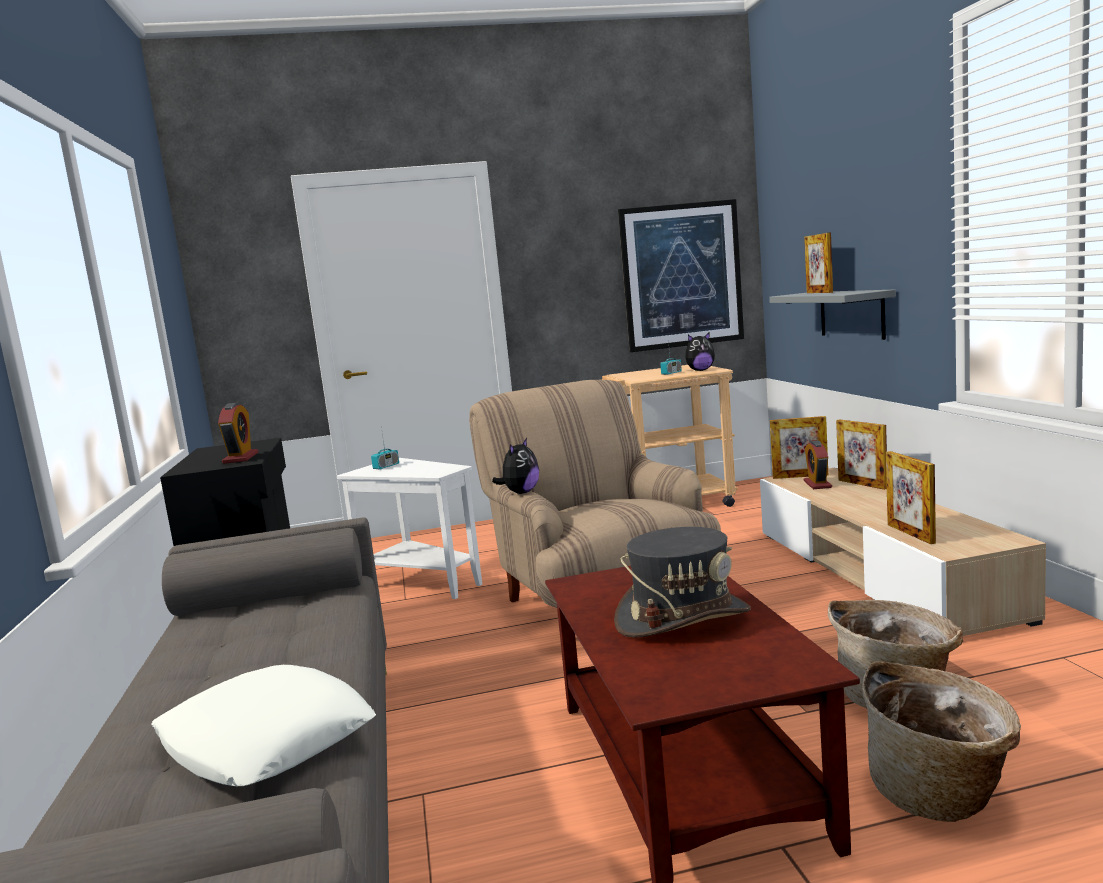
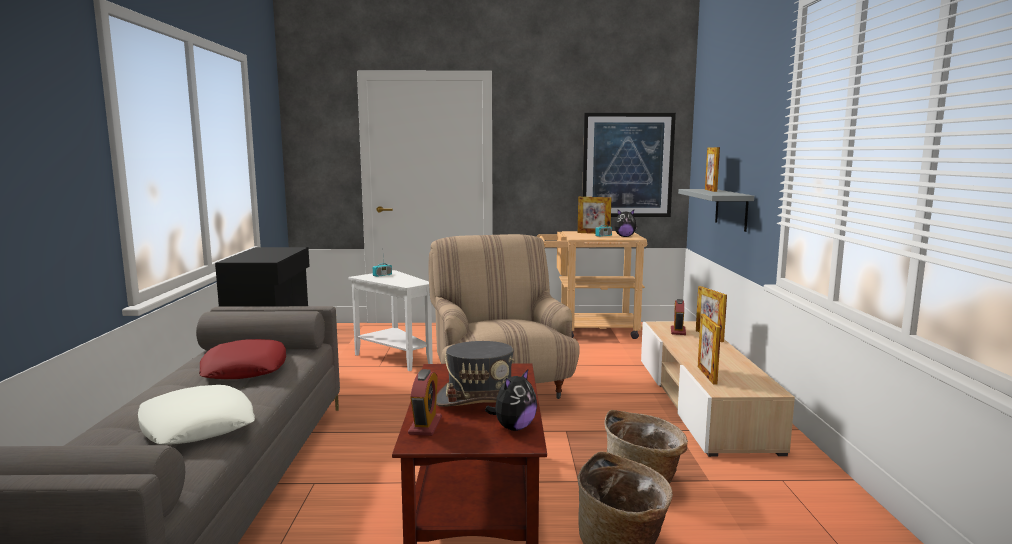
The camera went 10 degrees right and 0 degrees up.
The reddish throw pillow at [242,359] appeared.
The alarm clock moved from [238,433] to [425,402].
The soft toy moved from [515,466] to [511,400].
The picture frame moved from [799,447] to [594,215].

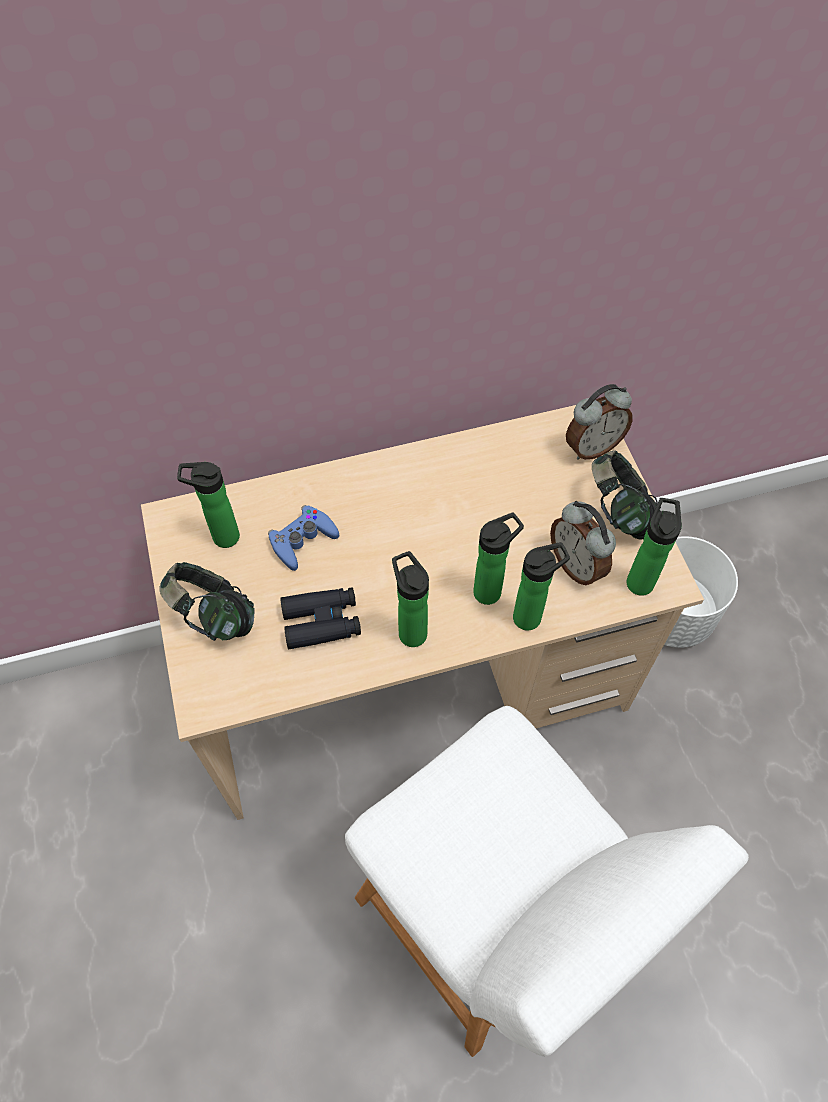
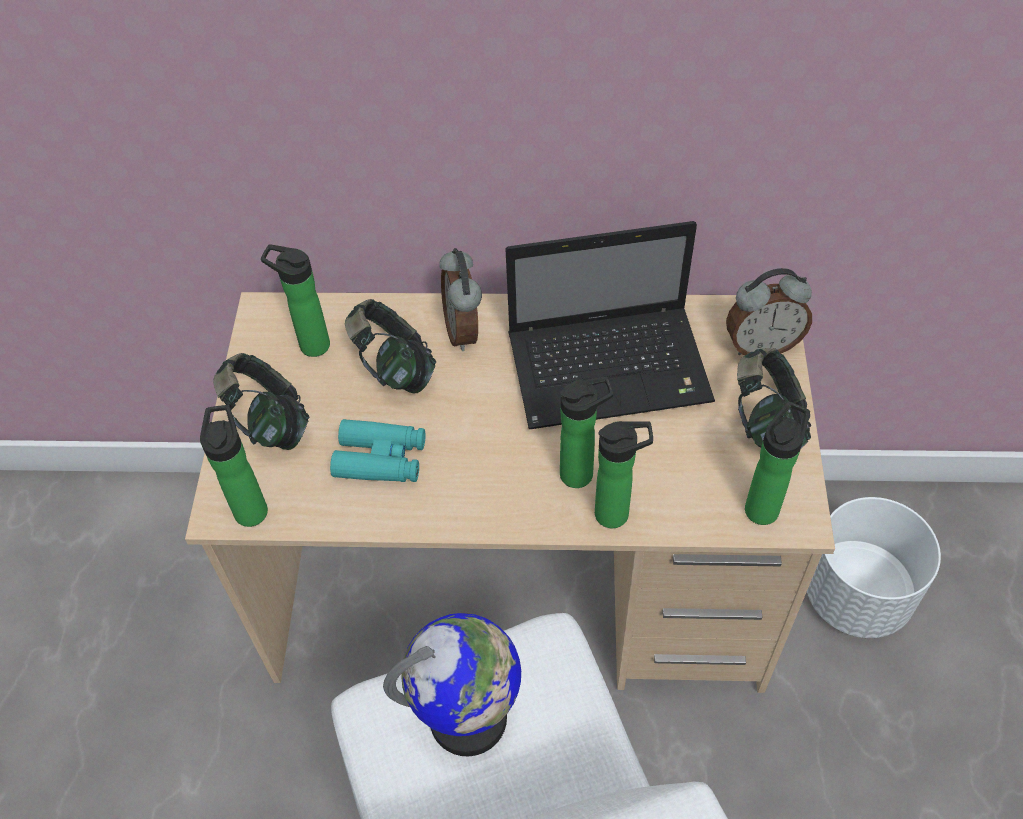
The camera went 20 degrees right and 5 degrees down.
The desk globe at [452,684] appeared.
The portable computer at [610,325] appeared.
The bottle moved from [410,599] to [234,466].
The alarm clock moved from [583,543] to [460,299].
The blue gamepad at [303,538] was replaced by the pair of headphones at [390,346].
The black-coloured field glasses at [320,618] became the turquoise field glasses at [377,450].

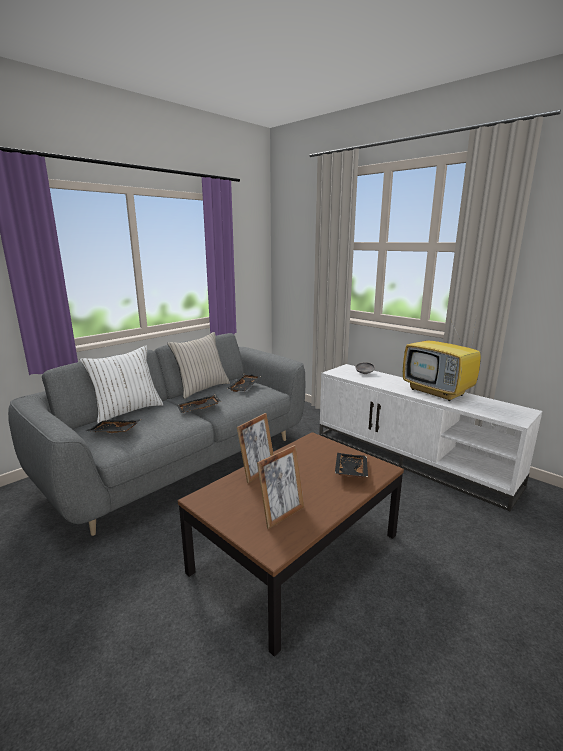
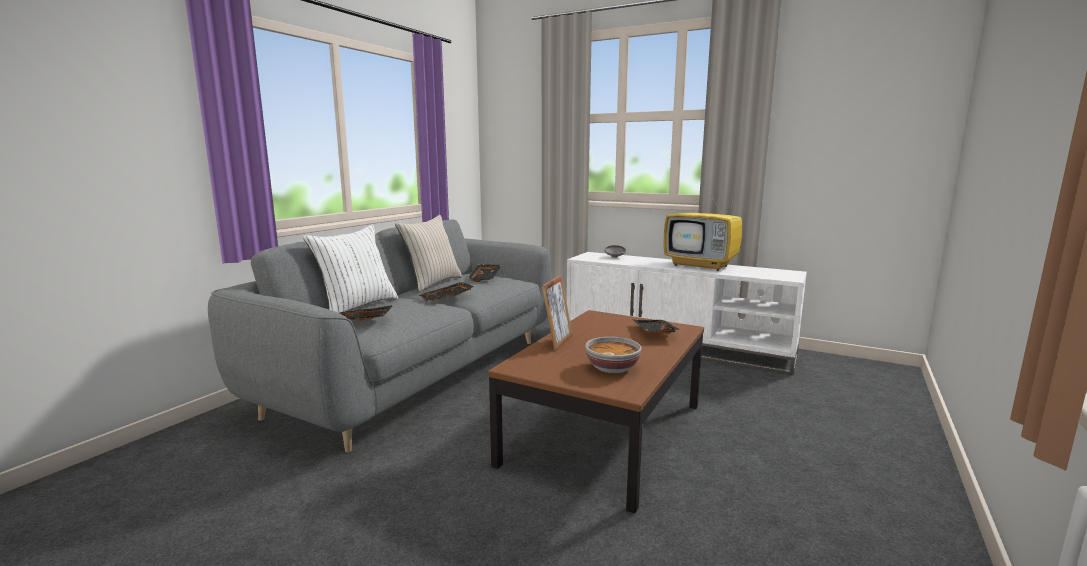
The camera went 15 degrees left and 5 degrees down.
The picture frame at [280,487] was replaced by the bowl at [613,355].

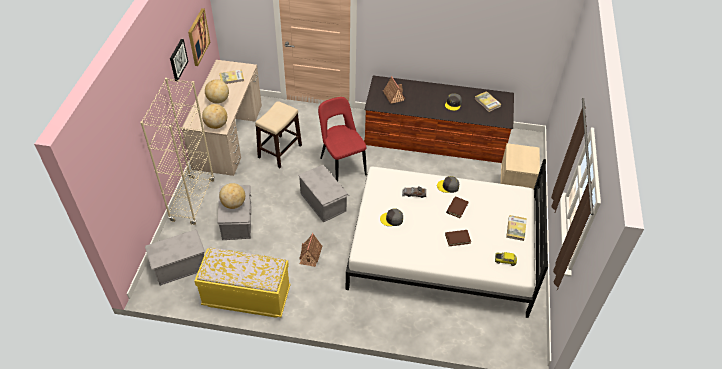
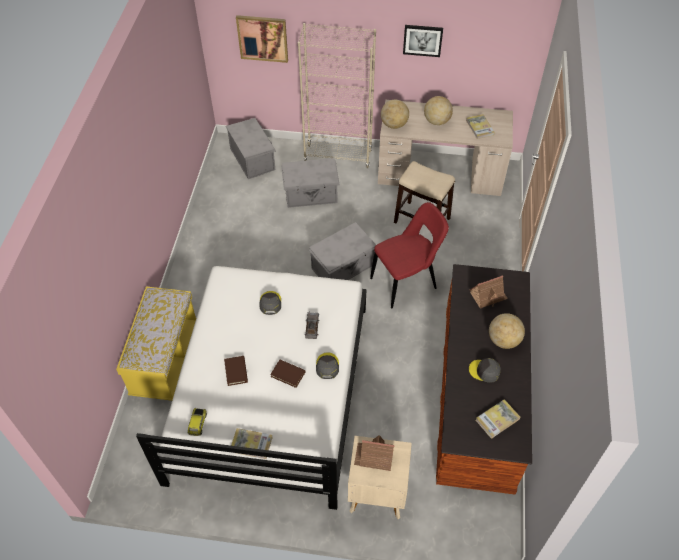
The camera went 90 degrees right and 5 degrees up.
The picture moved from [199,37] to [262,39].
The yellowish indoor bench moved from [242,283] to [156,343].
The desk globe moved from [232,196] to [507,331].
The toy house moved from [310,250] to [374,453].

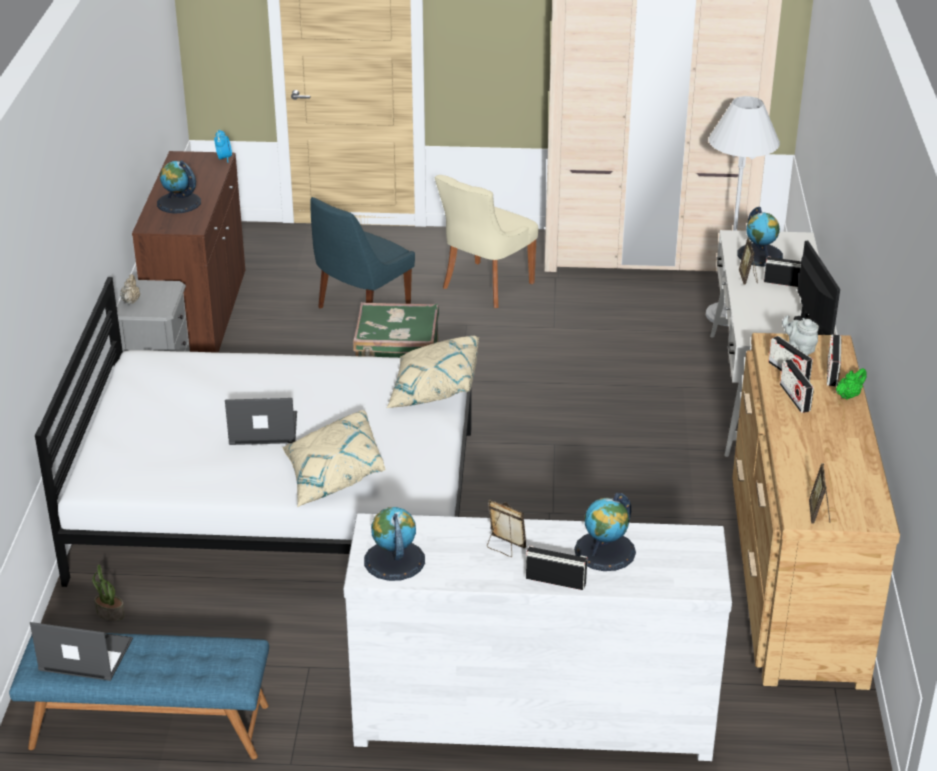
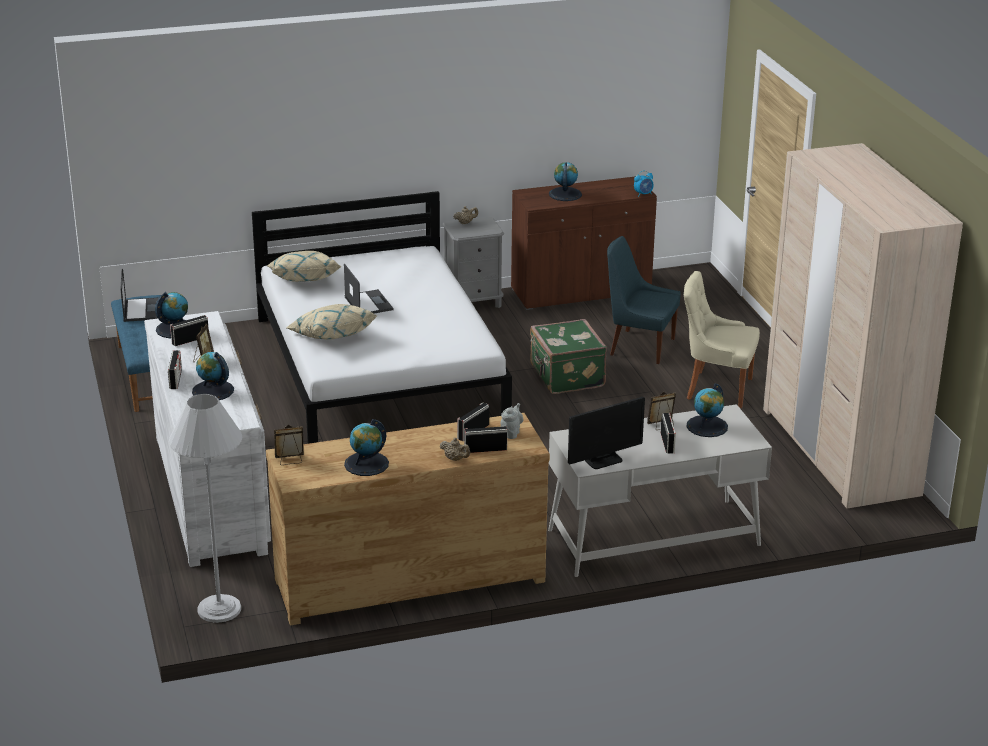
The camera went 70 degrees right and 5 degrees down.
The houseplant at [108,593] disappeared.
The desk globe at [366,447] appeared.
The beige-coloured throw pillow moved from [433,372] to [304,266].
The white-coloured standard lamp moved from [743,211] to [205,508].
The radio moved from [797,386] to [189,330].
The greenish pot for tea at [851,384] became the beige-coloured pot for tea at [455,449].

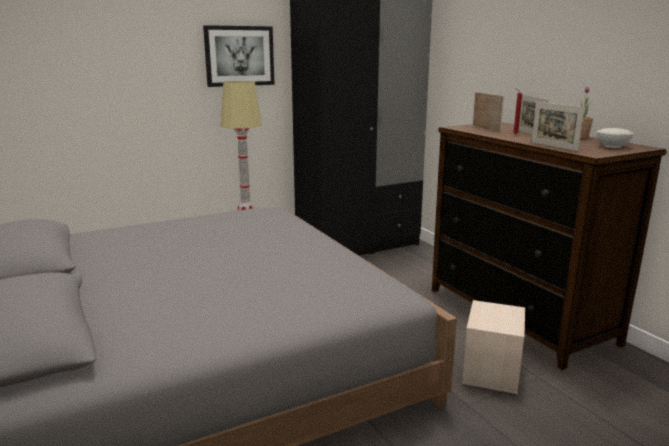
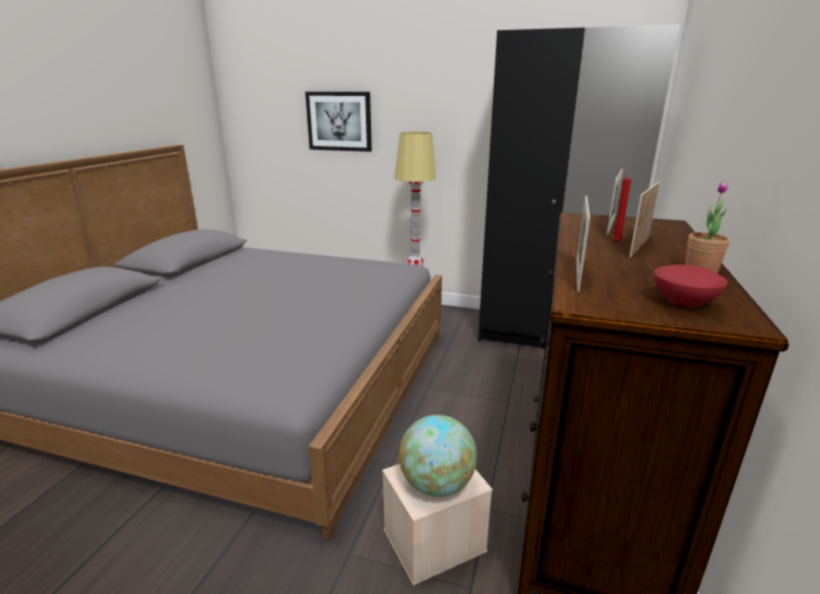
The camera went 45 degrees right and 5 degrees up.
The desk globe at [438,456] appeared.
The picture moved from [239,56] to [338,122].
The white-coloured bowl at [615,138] became the reddish bowl at [690,286].

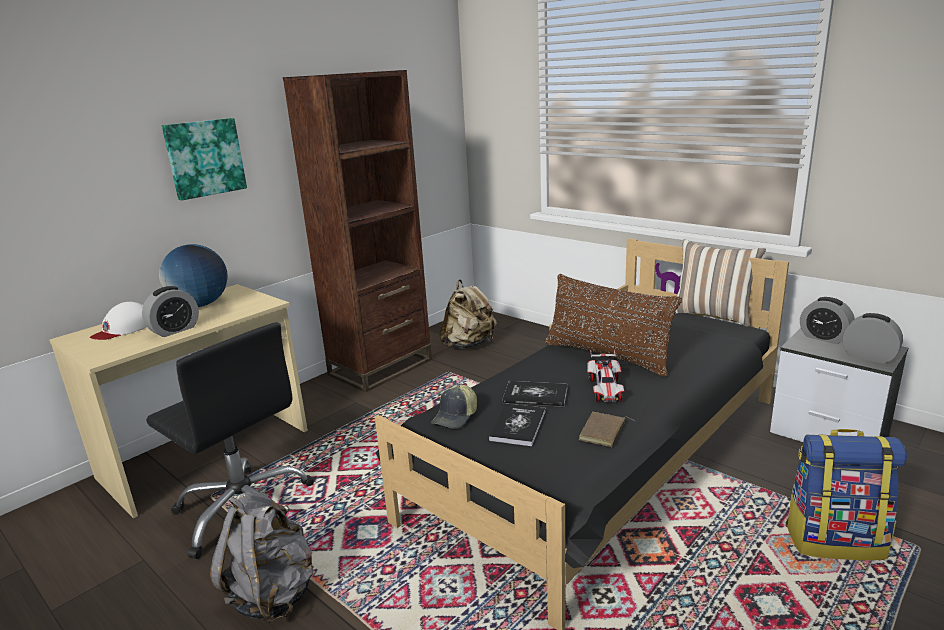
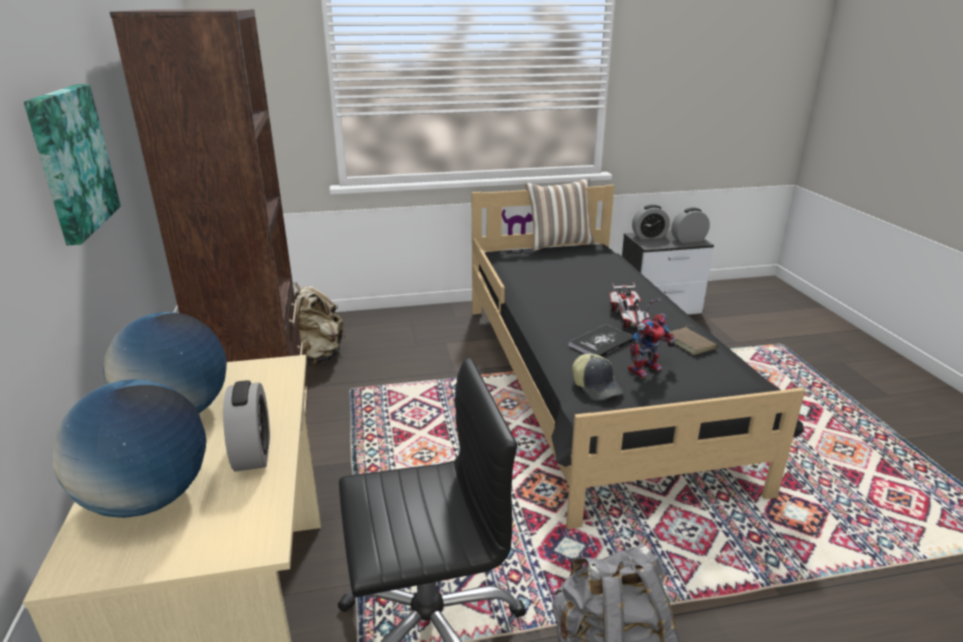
The camera went 55 degrees left and 5 degrees up.
The brownish throw pillow at [613,325] disappeared.
The rucksack at [846,494] disappeared.
The white-coloured cap at [118,321] was replaced by the desk globe at [129,448].
The bound book at [517,425] was replaced by the robot figure at [652,339].
The model car at [605,376] turned 45 degrees clockwise.

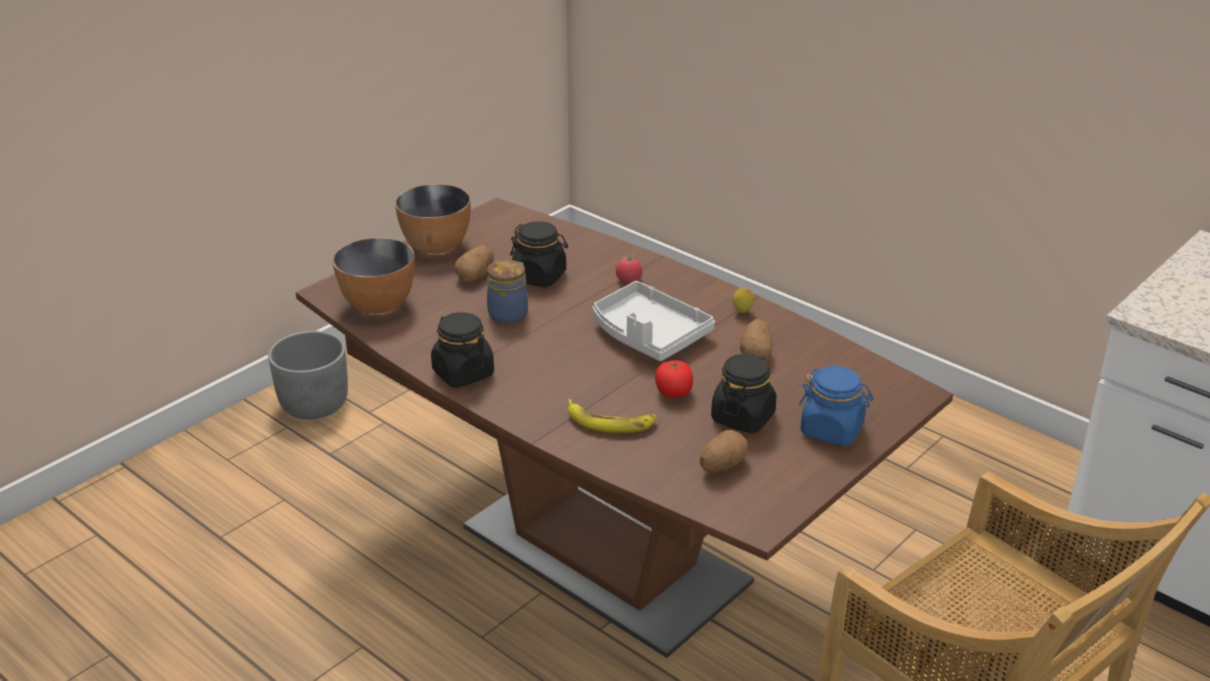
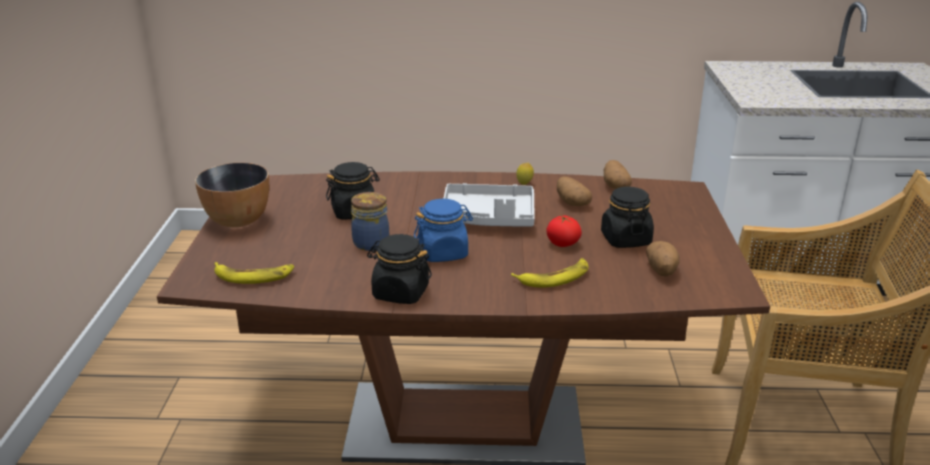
The camera went 40 degrees left and 5 degrees down.
The gray plant pot at [308,375] disappeared.
The fresh tomato at [629,268] disappeared.
The whole potato moved from [474,263] to [618,174].
The blue storage jar moved from [836,406] to [443,230].
The bowl at [373,276] was replaced by the banana at [254,273].

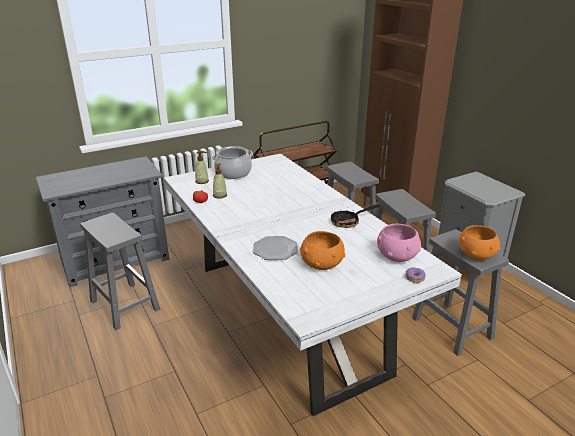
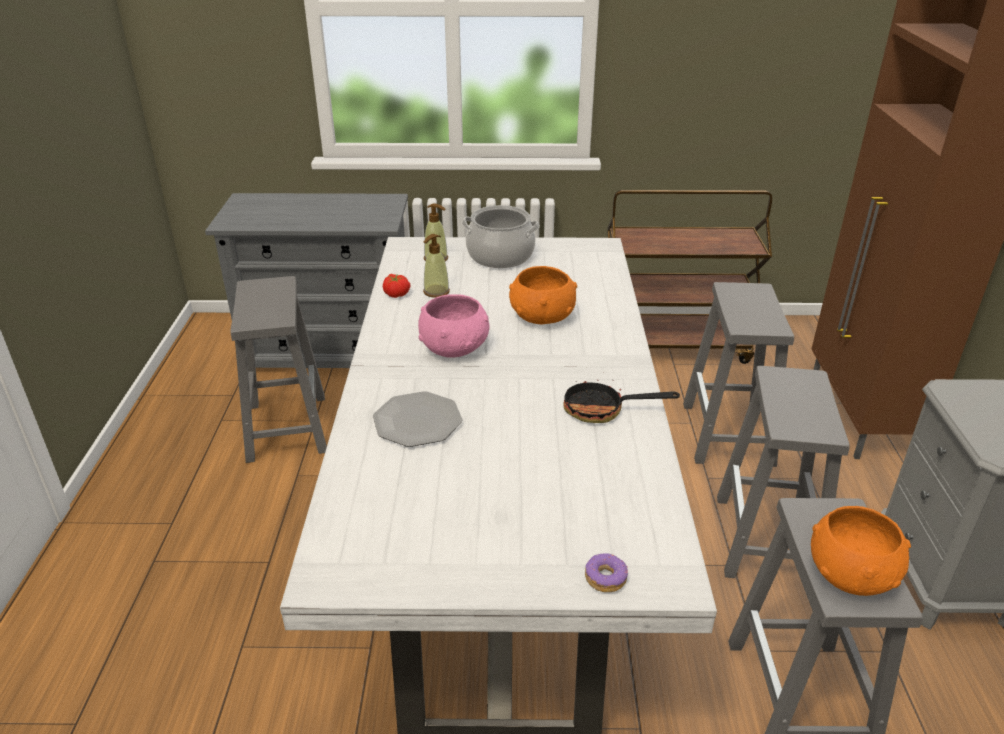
The camera went 30 degrees right and 5 degrees up.
The orange-coloured bowl moved from [323,250] to [543,295].
The pink-coloured bowl moved from [399,243] to [454,326].

